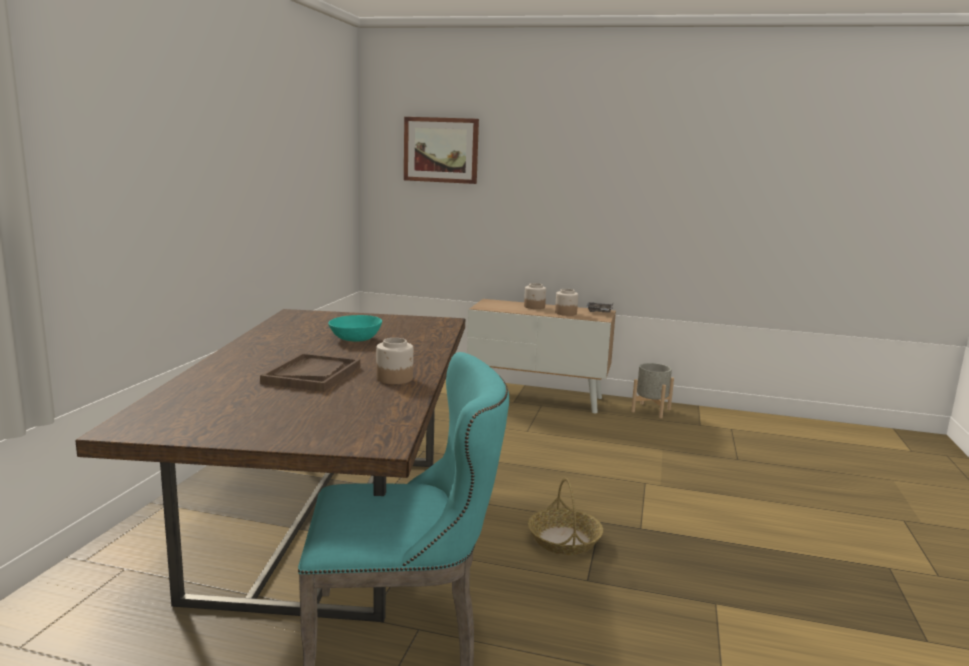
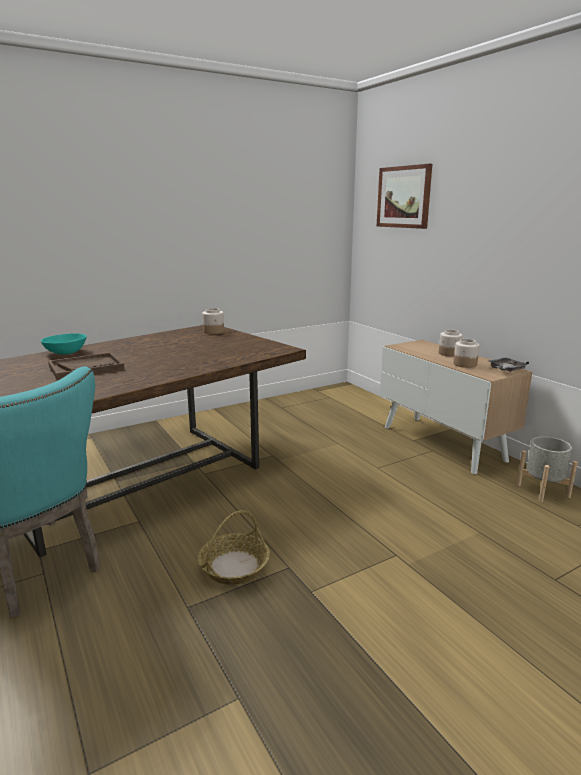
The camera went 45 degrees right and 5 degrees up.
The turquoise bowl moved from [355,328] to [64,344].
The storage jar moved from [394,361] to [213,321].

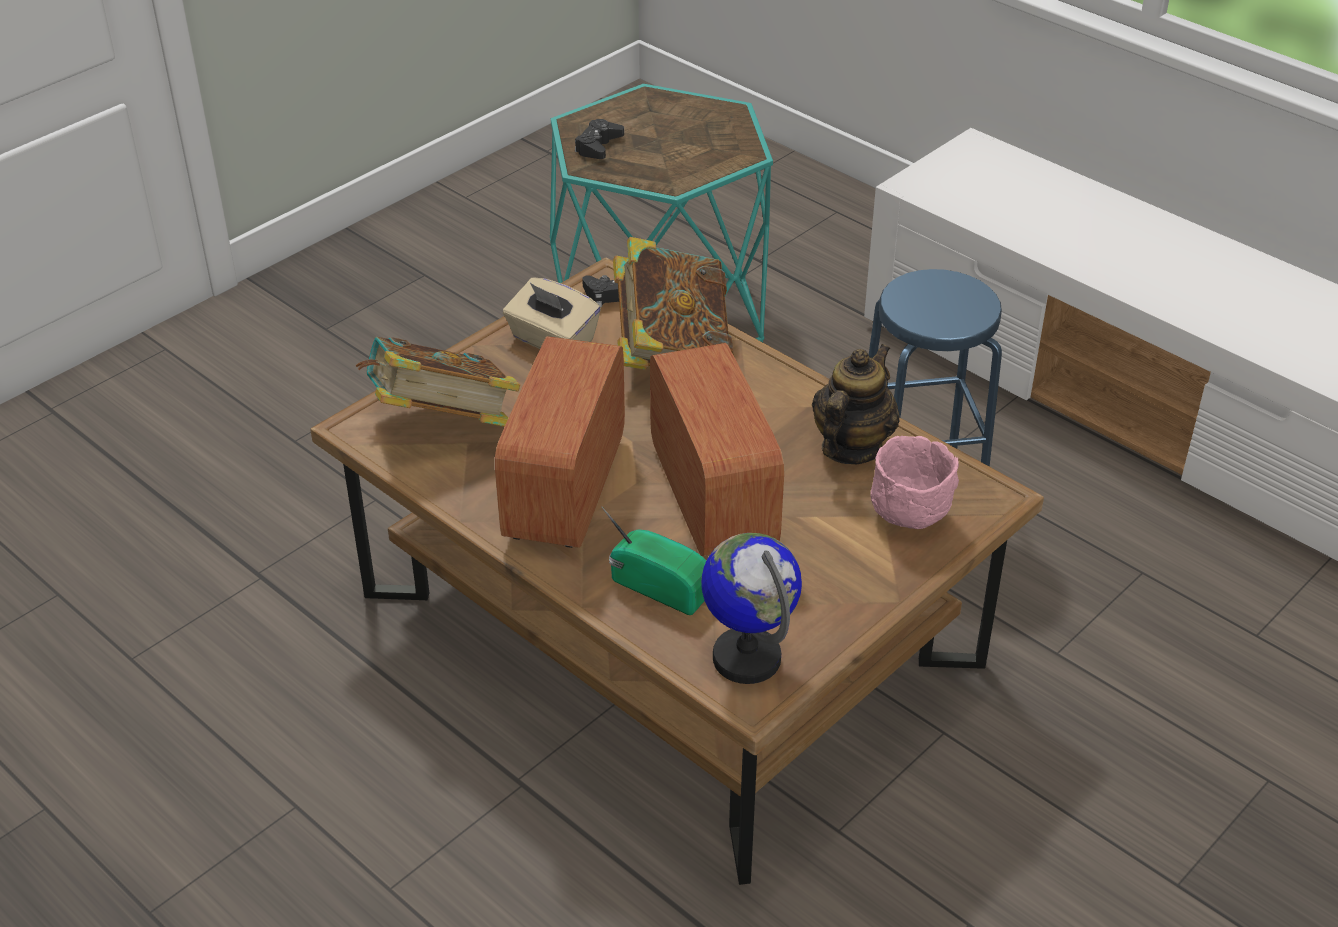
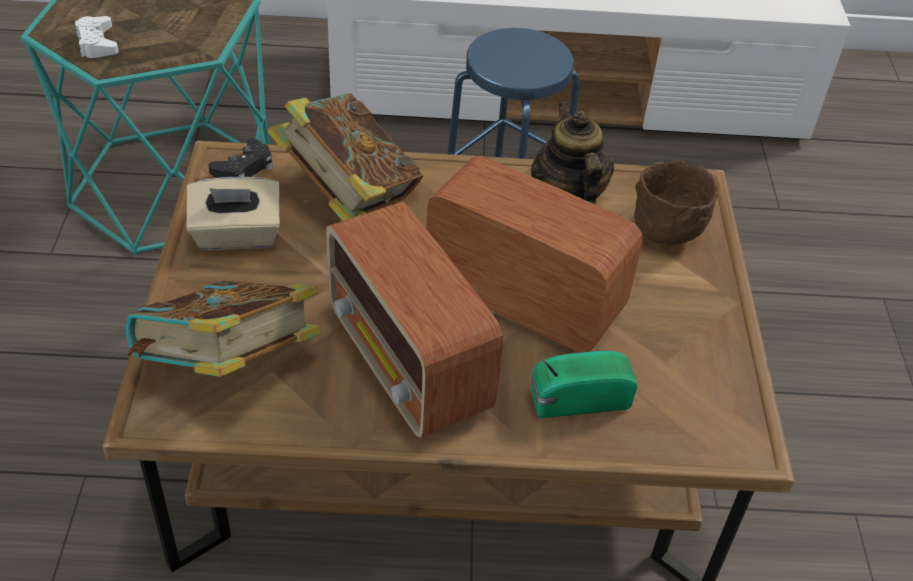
The camera went 45 degrees left and 5 degrees up.
The desk globe at [751,608] disappeared.
The black-coloured gamepad at [599,139] became the white-coloured gamepad at [96,37].
The pink-coloured bowl at [915,482] became the brownish bowl at [675,202].

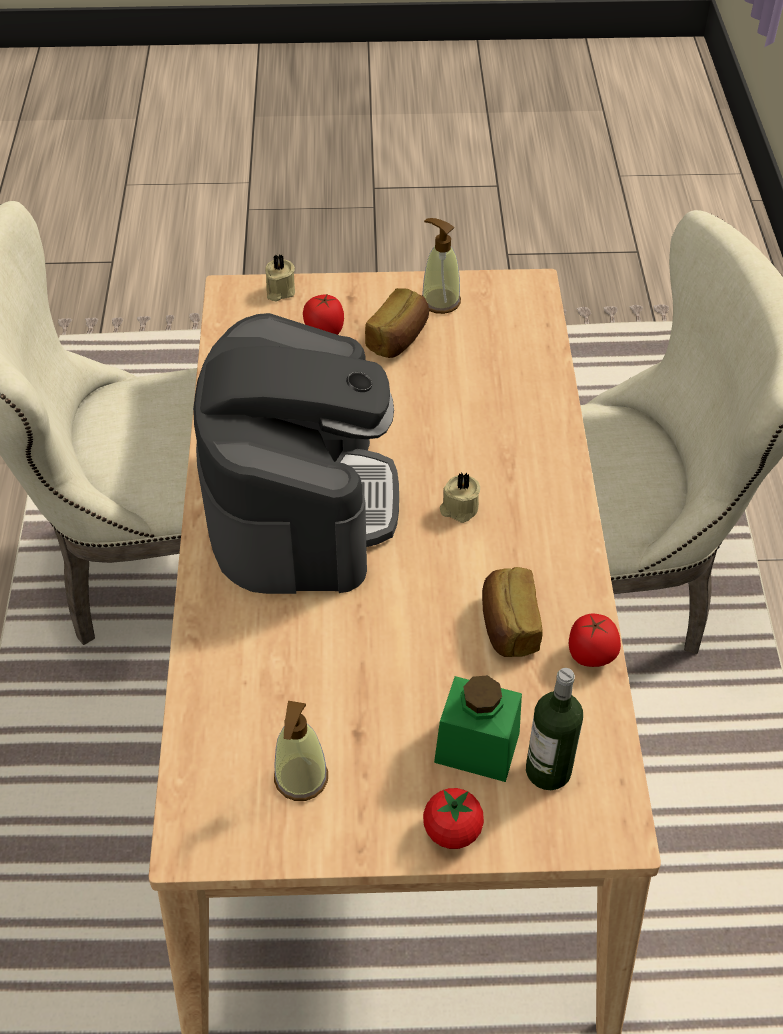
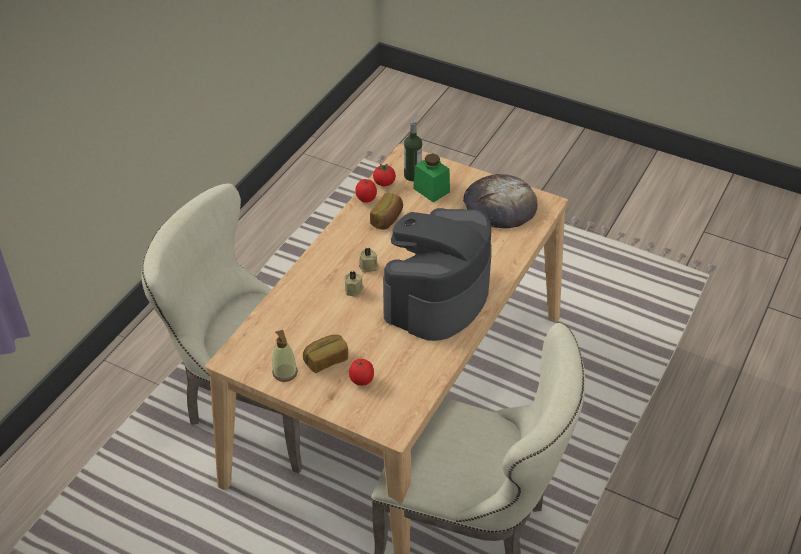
The camera went 150 degrees left and 5 degrees down.
The beige-coloured candle moved from [280,278] to [354,284].
The fresh tomato moved from [453,818] to [384,174].
The soap dispenser at [301,751] was replaced by the baked bread at [500,201].

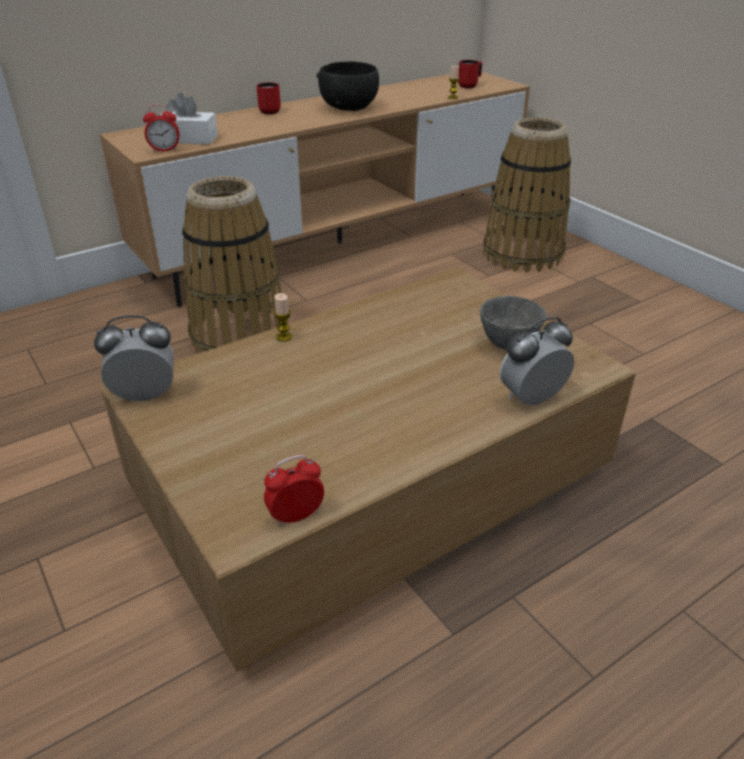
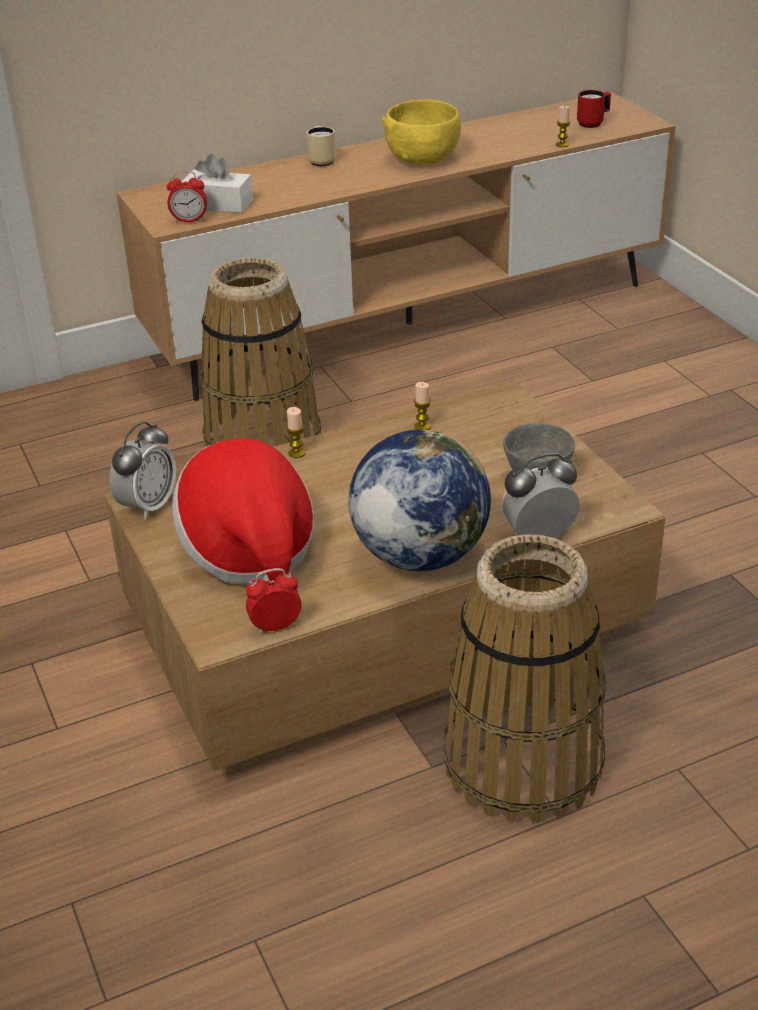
The camera went 10 degrees right and 0 degrees up.
The clothing hat at [243,511] appeared.
The desk globe at [420,500] appeared.
The candle at [422,406] appeared.
The household basket moved from [527,194] to [524,678].
The reddish mug at [268,98] became the beige-coloured mug at [321,146].
The black-coloured bowl at [348,86] became the yellowish bowl at [421,132].
The alarm clock at [134,358] turned 120 degrees clockwise.

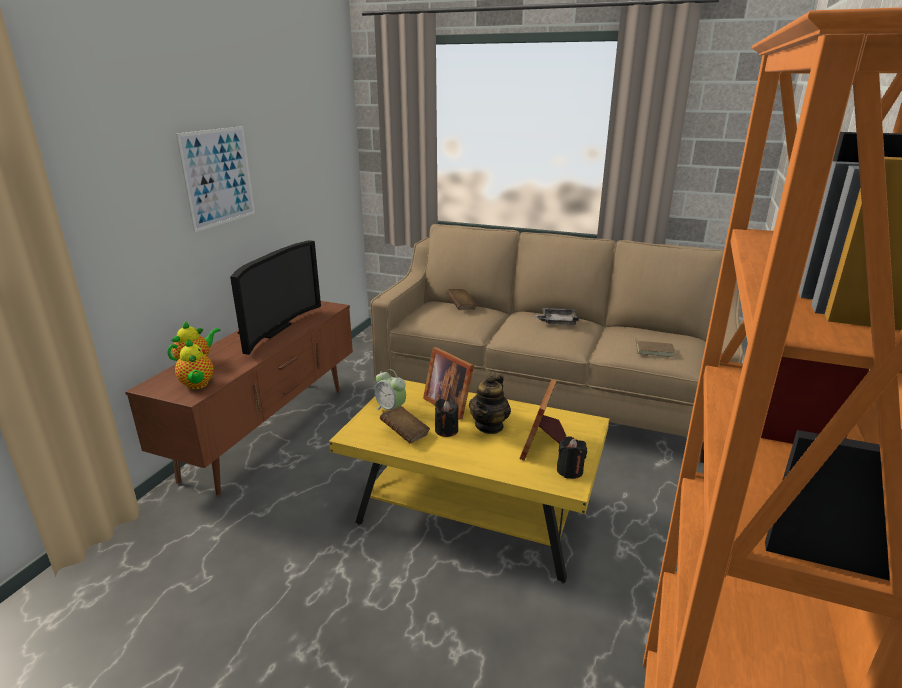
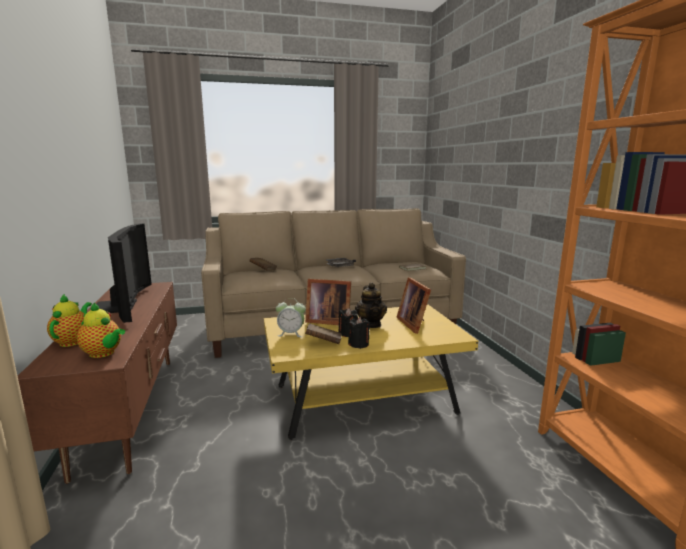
The camera went 35 degrees left and 10 degrees down.
The picture at [215,179] disappeared.
The black-coloured candle moved from [572,457] to [359,333].

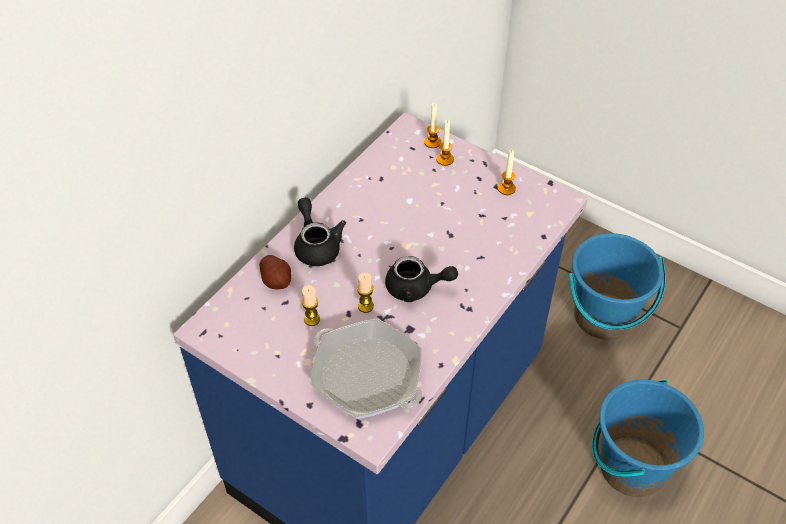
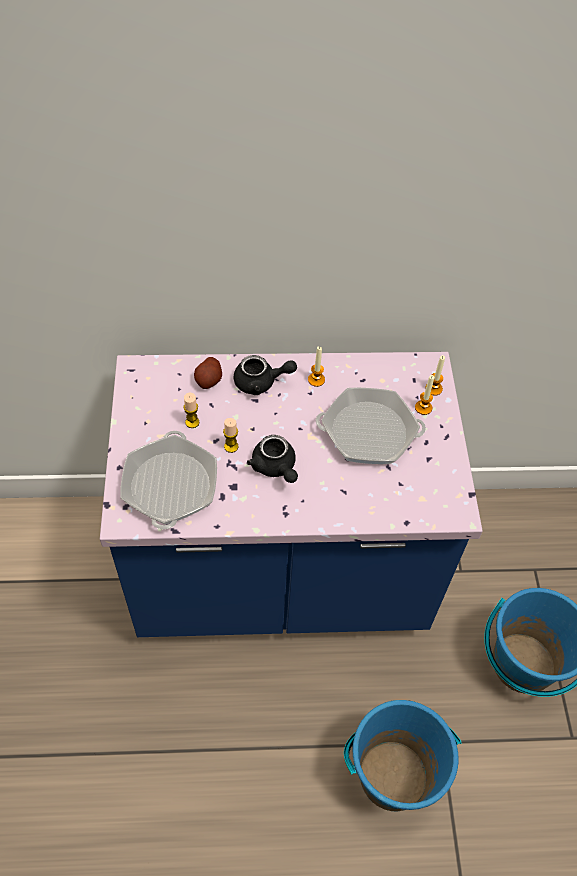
The camera went 50 degrees right and 5 degrees up.
The skillet at [371,425] appeared.
The candle moved from [507,172] to [316,367].
The black-coloured pot for tea at [320,231] turned 60 degrees clockwise.

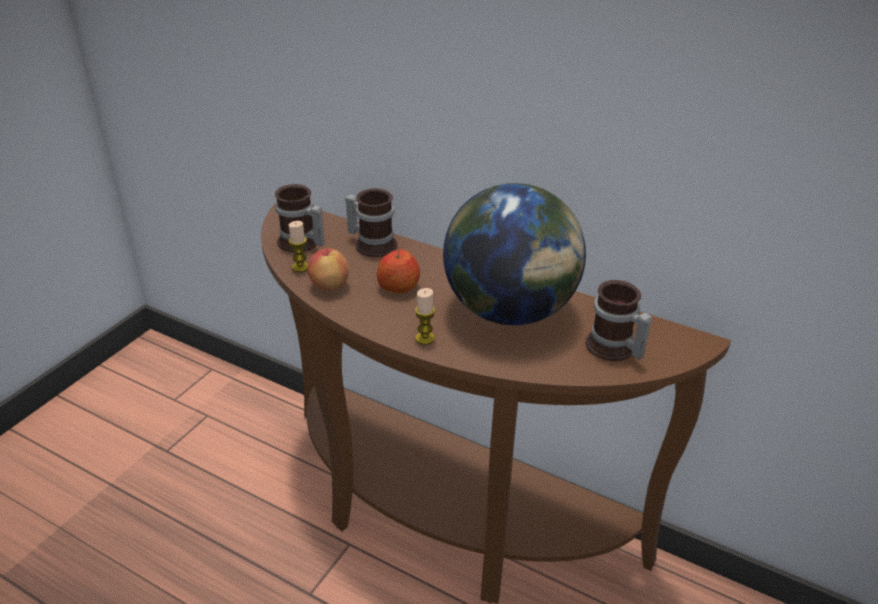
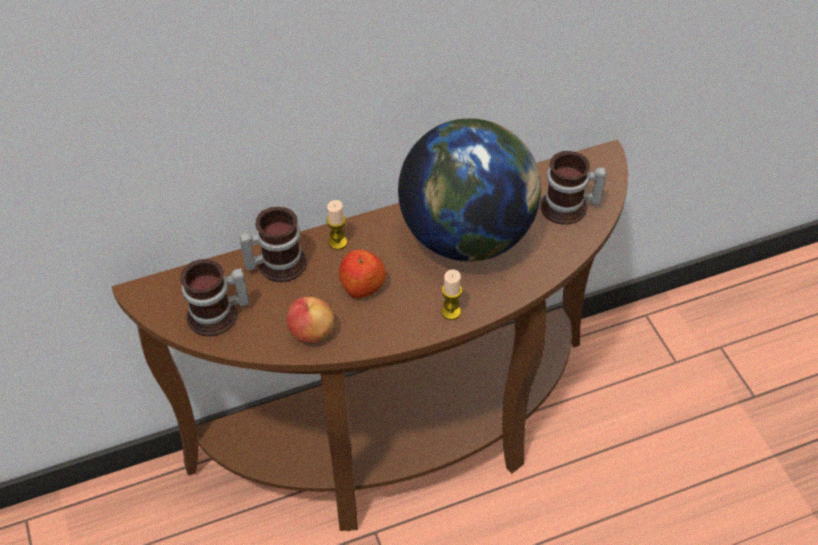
The camera went 50 degrees left and 15 degrees up.
The candle moved from [298,246] to [336,225].

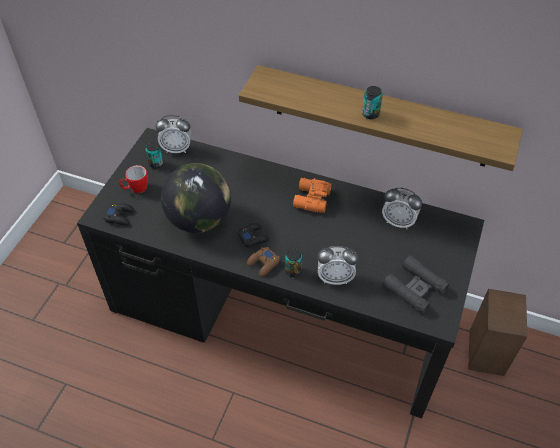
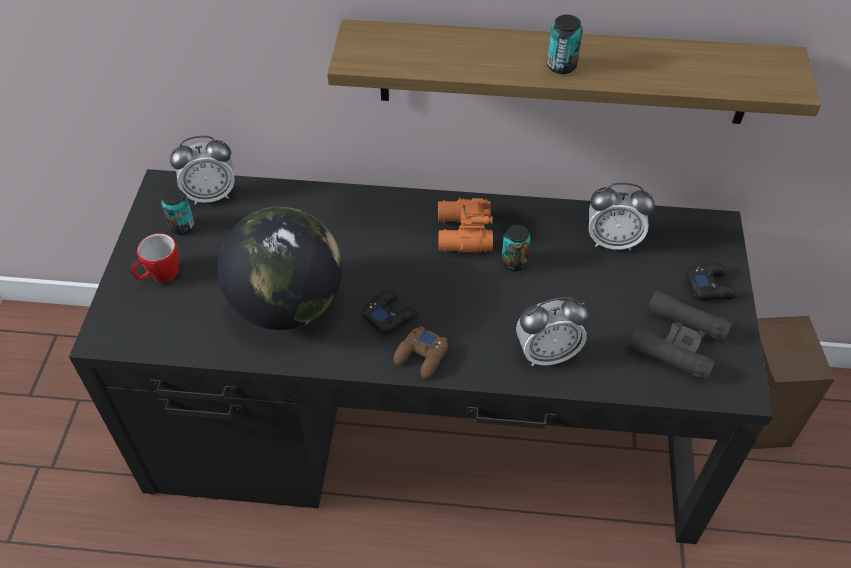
The camera went 15 degrees left and 0 degrees up.
The black-coloured gamepad moved from [119,214] to [711,282].
The can moved from [293,263] to [516,248].

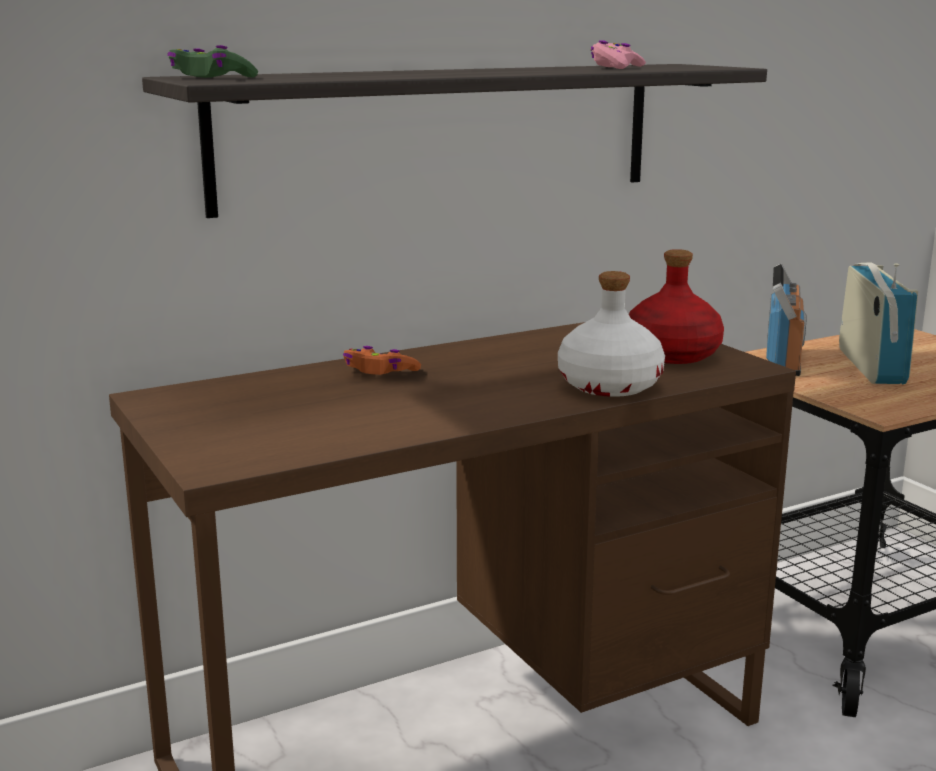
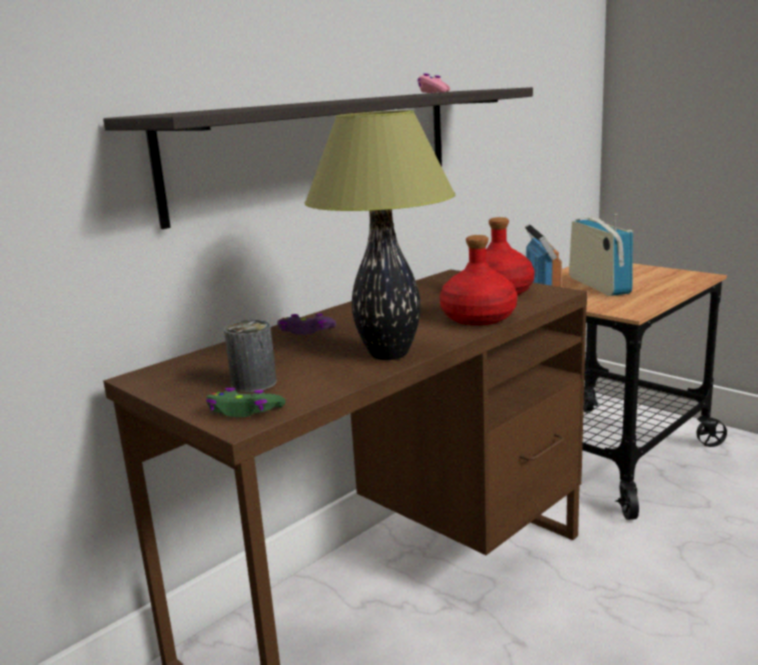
The camera went 15 degrees left and 0 degrees up.
The can at [250,356] appeared.
The tabletop lamp at [380,235] appeared.
The greenish gamepad moved from [212,61] to [245,402].
The orange-coloured gamepad at [382,360] became the purple-coloured gamepad at [306,324].
The white-coloured bottle at [611,334] became the reddish bottle at [478,280].

